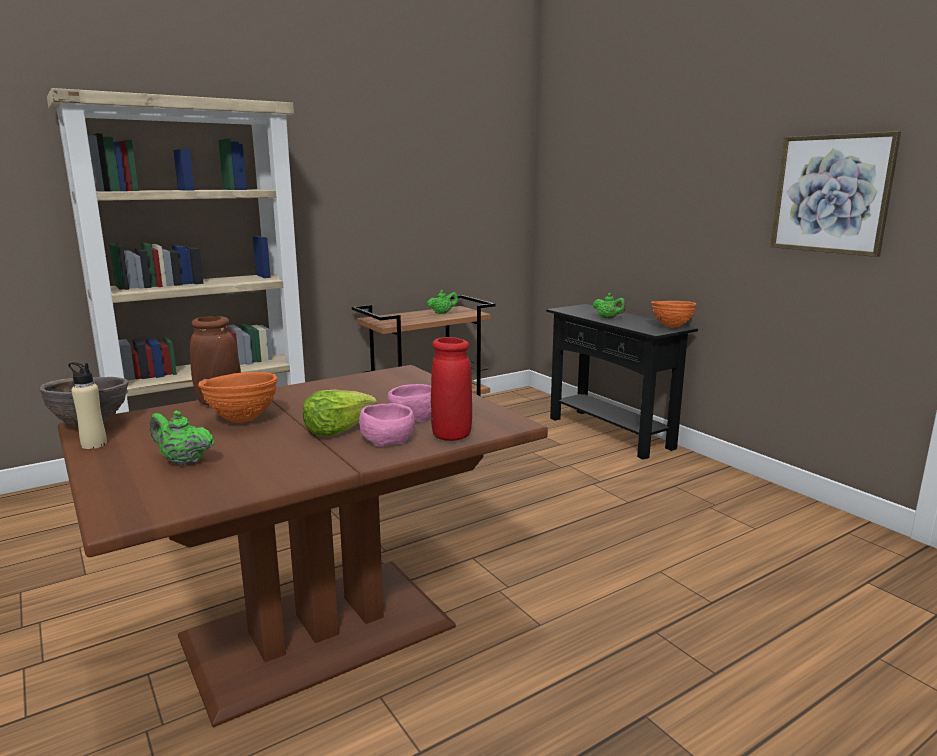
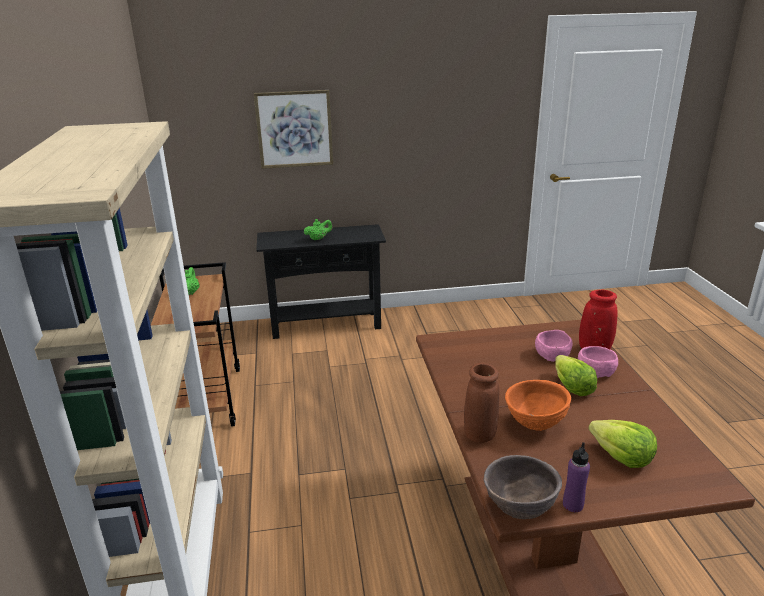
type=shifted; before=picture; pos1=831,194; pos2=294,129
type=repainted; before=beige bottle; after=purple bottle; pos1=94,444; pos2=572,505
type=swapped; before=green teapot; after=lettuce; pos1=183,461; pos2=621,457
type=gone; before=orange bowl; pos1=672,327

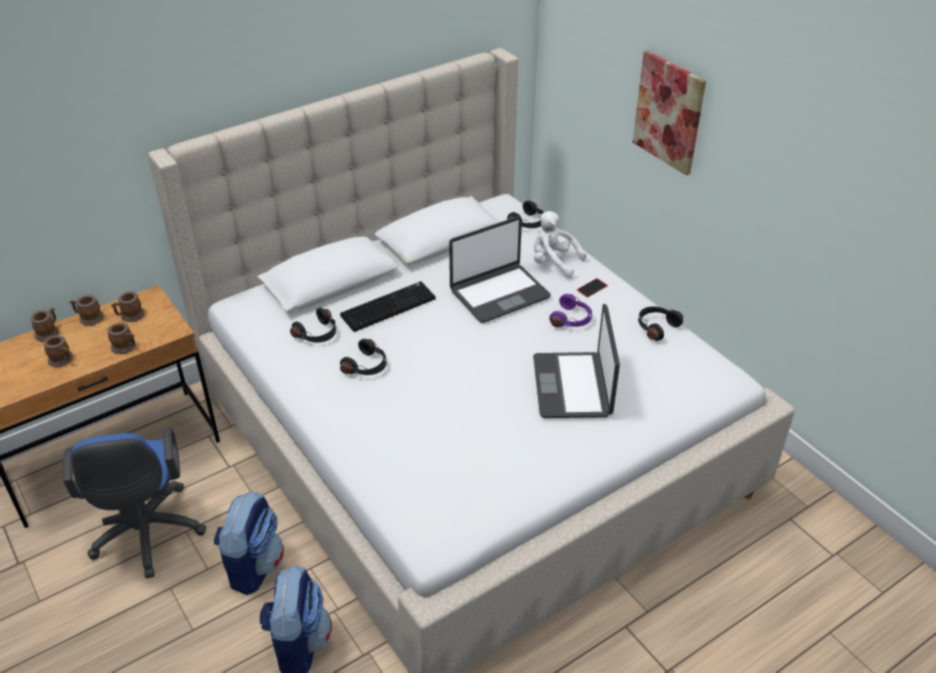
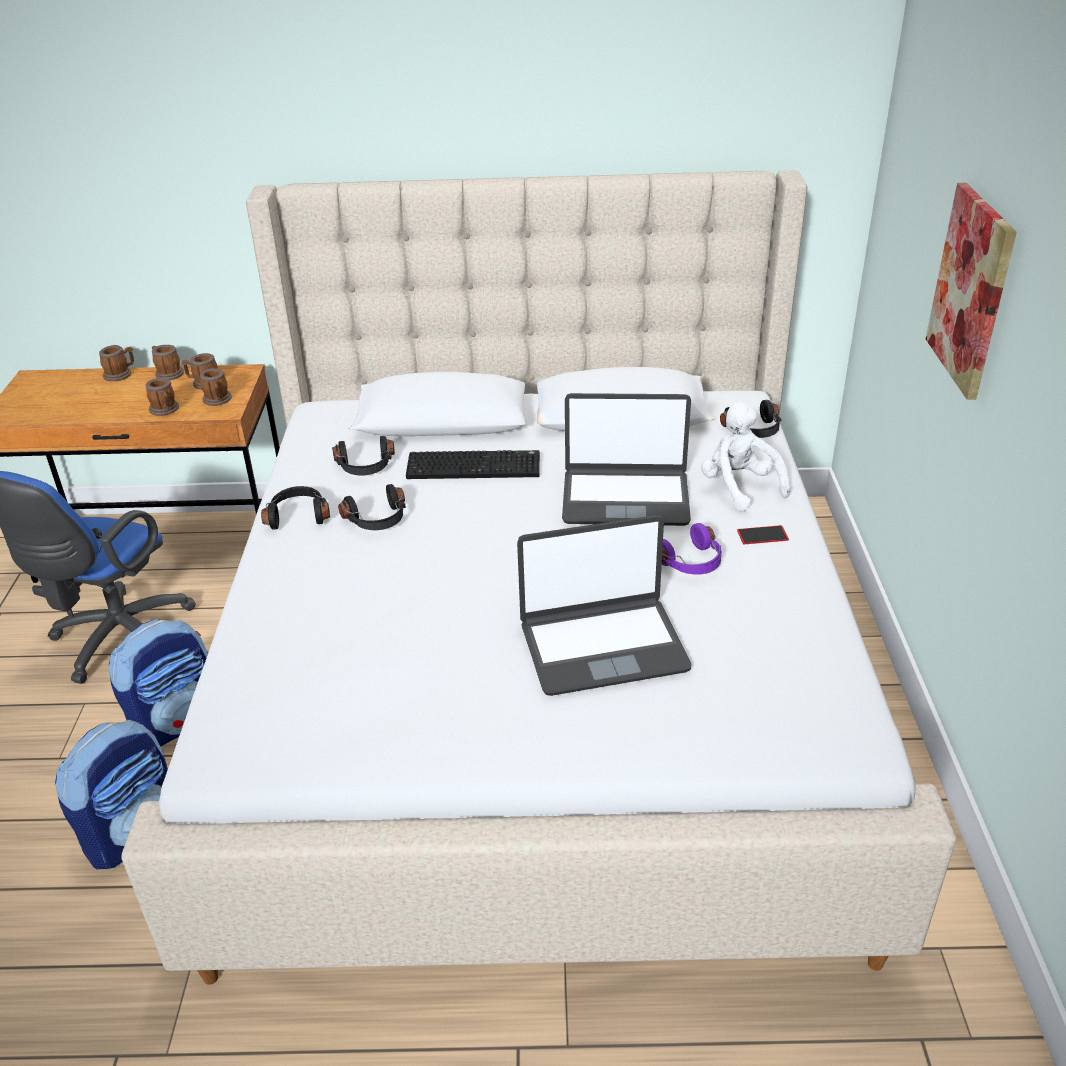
type=shifted; before=mug; pos1=62,360; pos2=218,400
type=shifted; before=black headphones; pos1=656,327; pos2=298,515
type=rotated; before=laptop; pos1=573,386; pos2=603,646; turn=-135

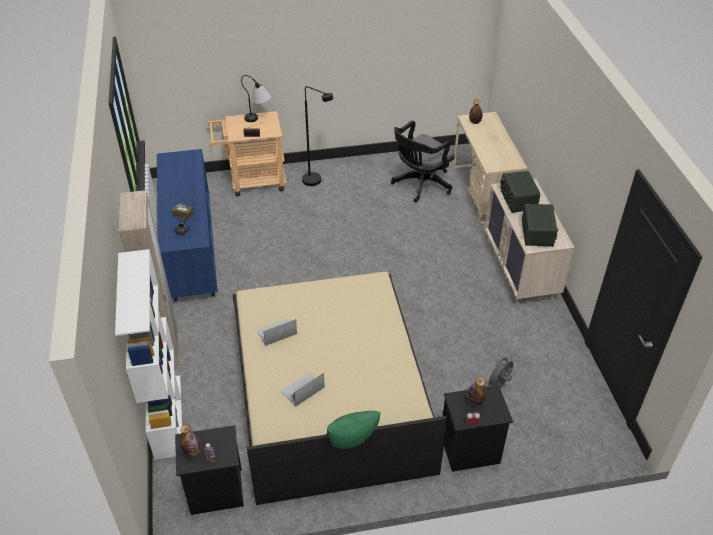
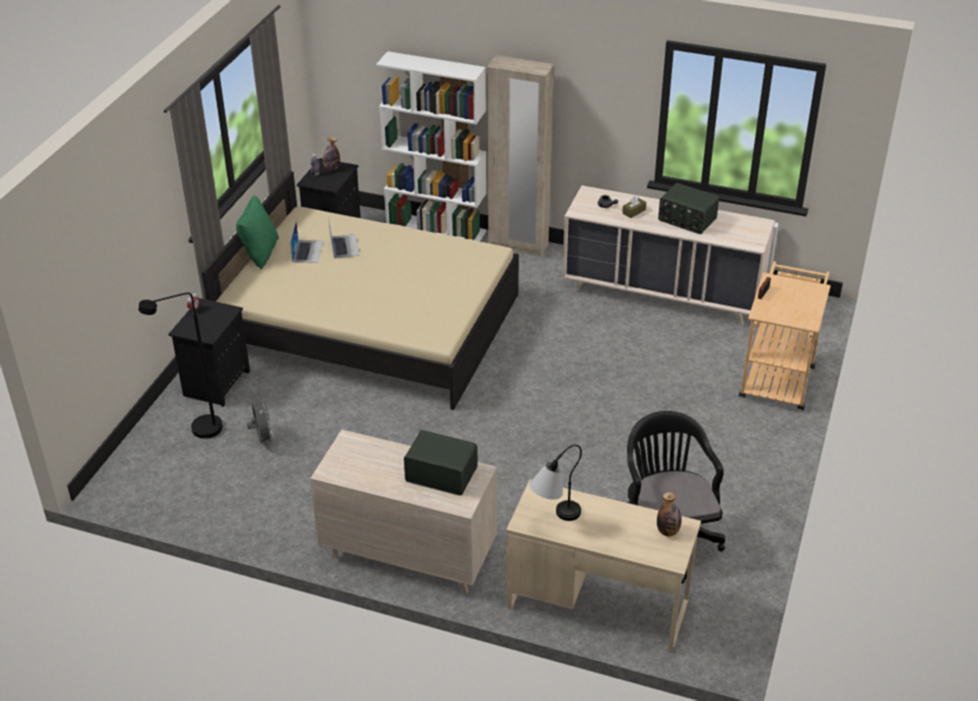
type=shifted; before=black floor lamp; pos1=316,182; pos2=198,431
type=shifted; before=laptop; pos1=276,332; pos2=307,251
type=shifted; before=table lamp; pos1=259,120; pos2=554,518
type=repainted; before=blue dresser; after=beige dresser; pos1=192,251; pos2=662,294
type=shifted; before=radio; pos1=538,233; pos2=686,220
type=gone; before=bottle; pos1=475,401

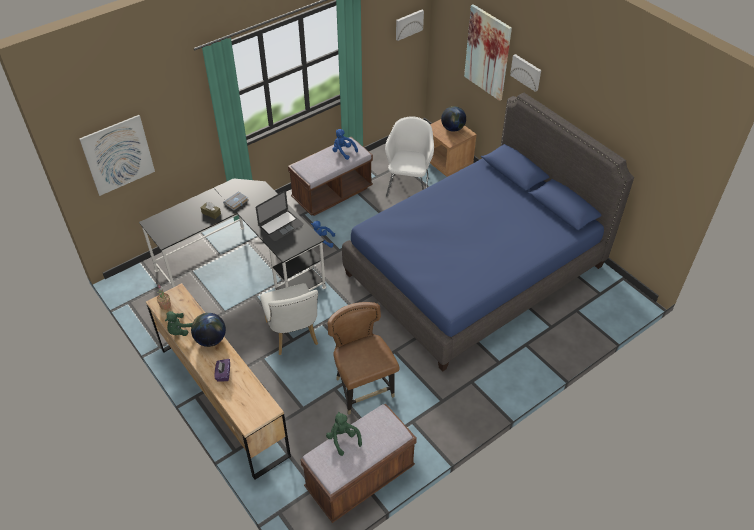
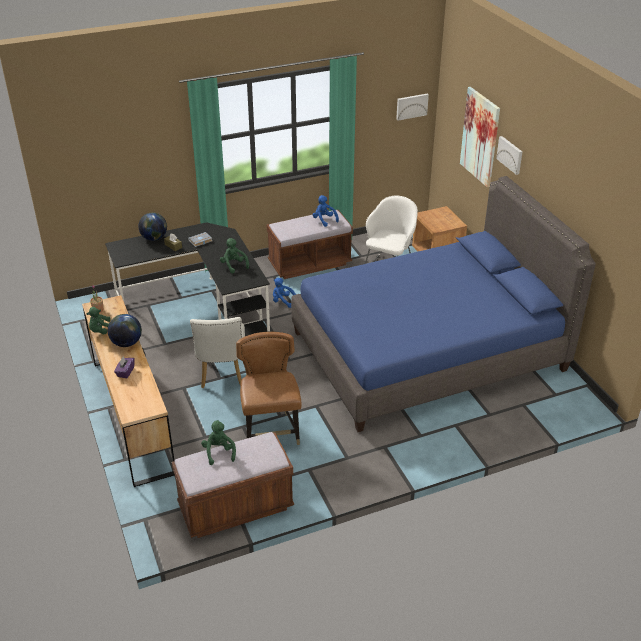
type=shifted; before=globe; pos1=453,128; pos2=154,238
type=swapped; before=laptop; after=green plush toy; pos1=281,225; pos2=233,265
type=gone; before=picture; pos1=118,155

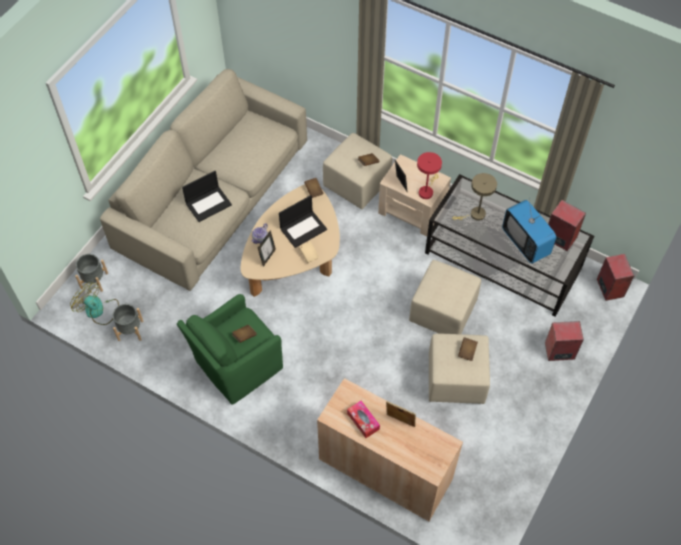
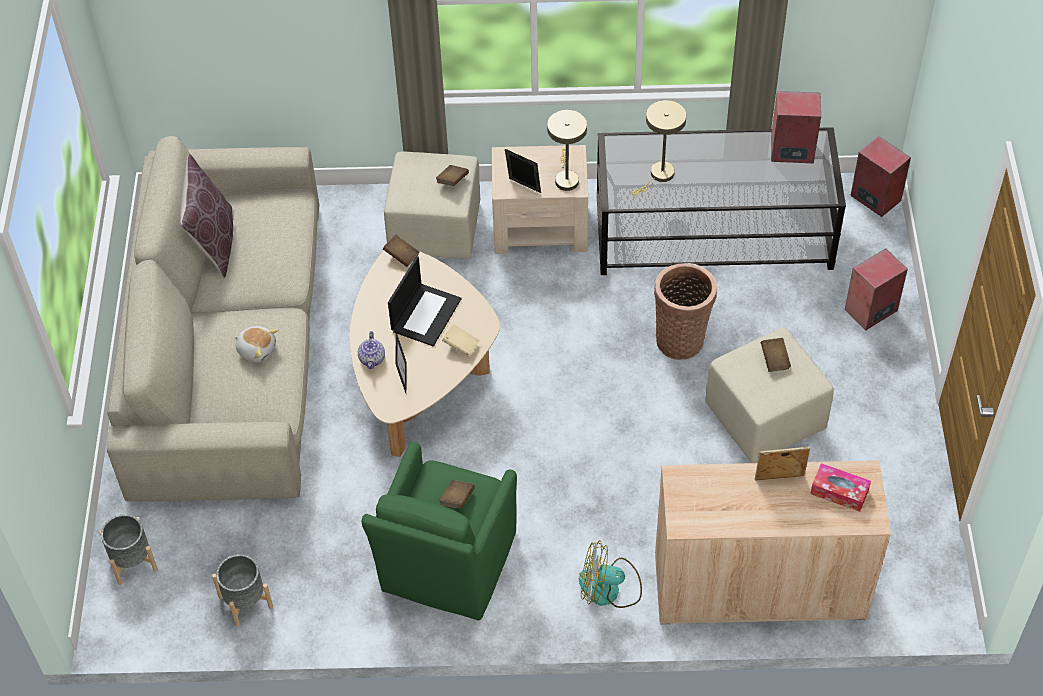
type=new; after=brown pillow; pos2=213,242
type=swapped; before=laptop; after=plush toy; pos1=208,203; pos2=257,349
type=repainted; before=red table lamp; after=beige table lamp; pos1=426,191; pos2=566,178
type=shifted; before=fan; pos1=98,311; pos2=609,588
type=swapped; before=beige ottoman; after=basket; pos1=442,310; pos2=681,338
type=shifted; before=tissue box; pos1=363,421; pos2=839,492
type=gone; before=television; pos1=525,242

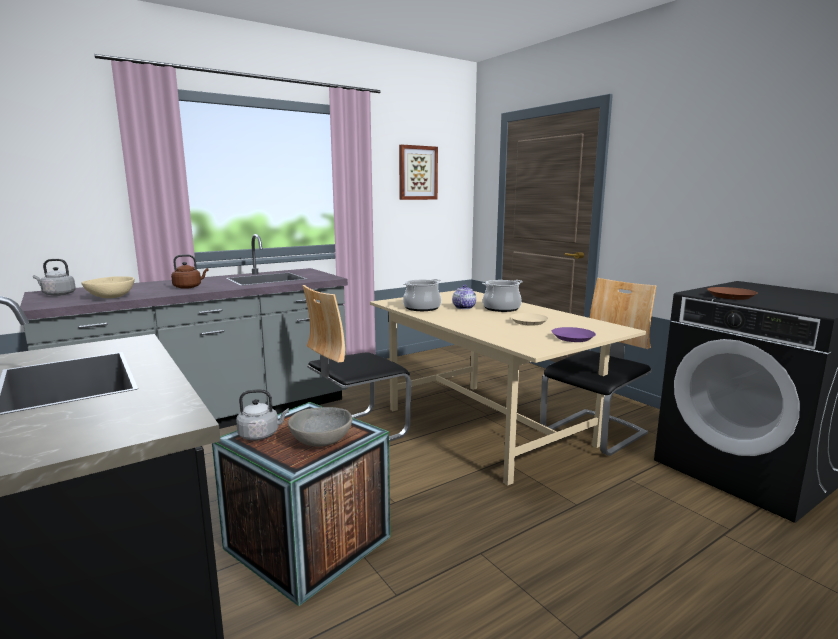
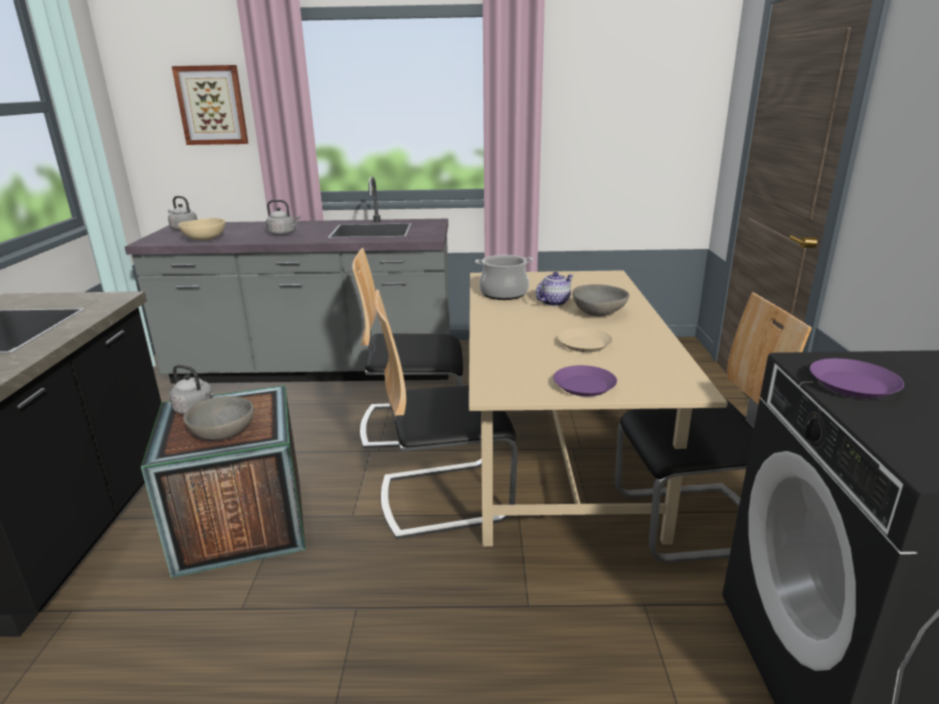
type=shifted; before=picture; pos1=417,173; pos2=212,105
type=repainted; before=brown kettle; after=grey kettle; pos1=189,287; pos2=283,234
type=new; after=chair; pos2=444,497
type=swapped; before=cooking pot; after=grey bowl; pos1=501,308; pos2=598,313
type=repainted; before=brown plate; after=purple plate; pos1=730,296; pos2=851,384

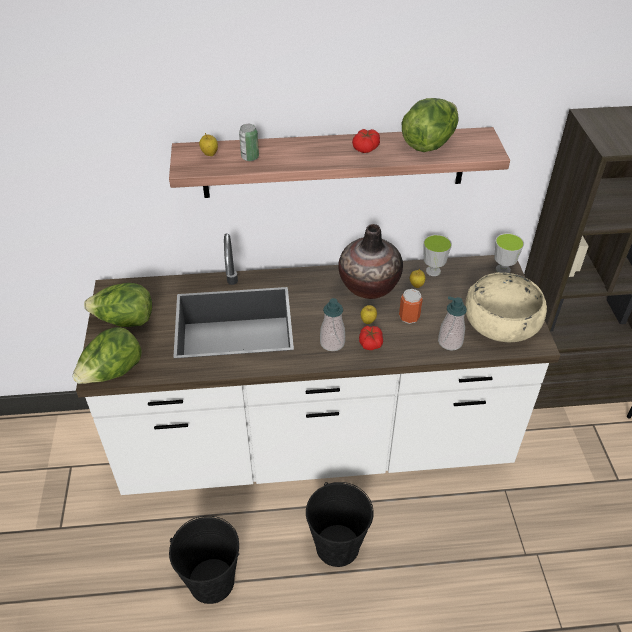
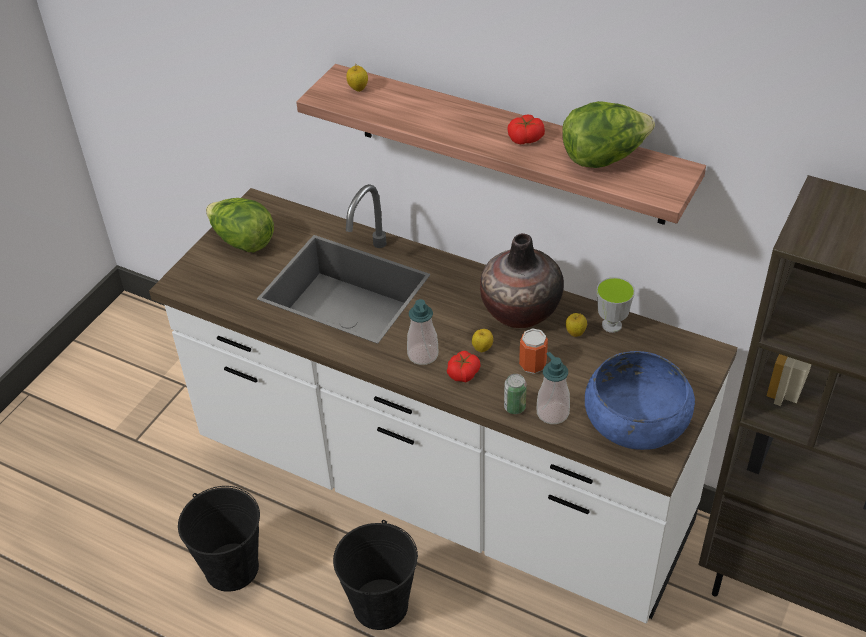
type=shifted; before=can; pos1=250,157; pos2=514,407
type=repainted; before=beige bowl; after=blue bowl; pos1=501,322; pos2=636,419
type=gone; before=lettuce; pos1=112,373
type=gone; before=cup; pos1=502,270

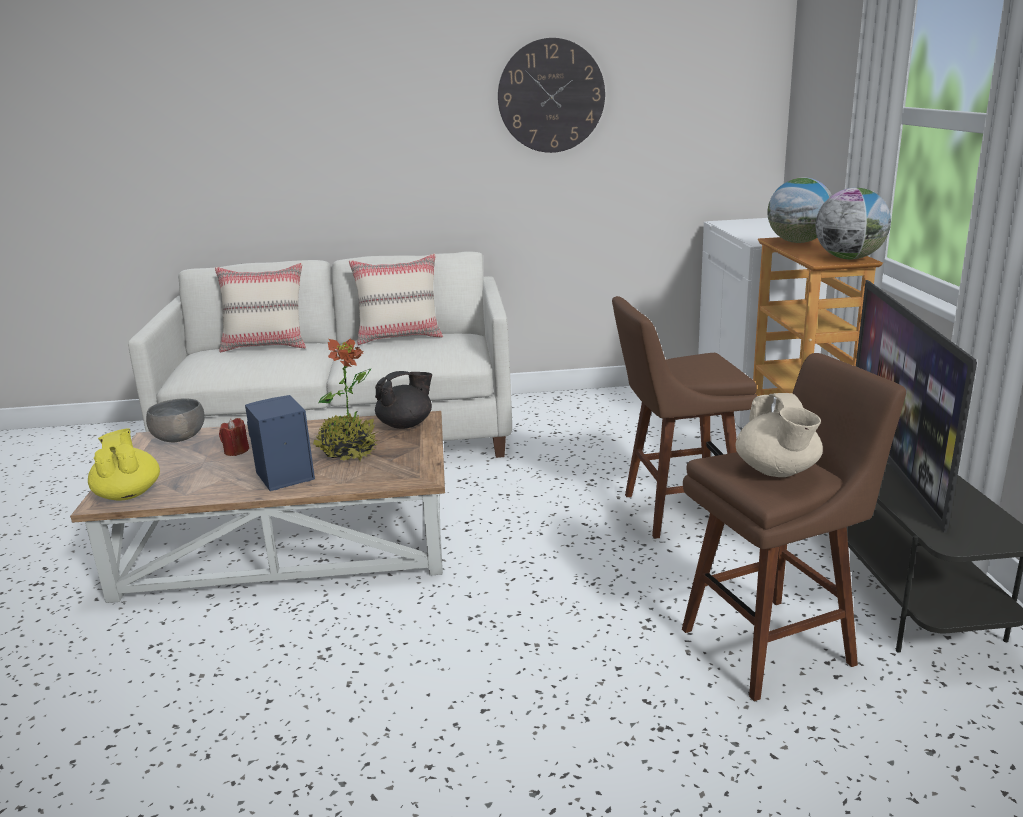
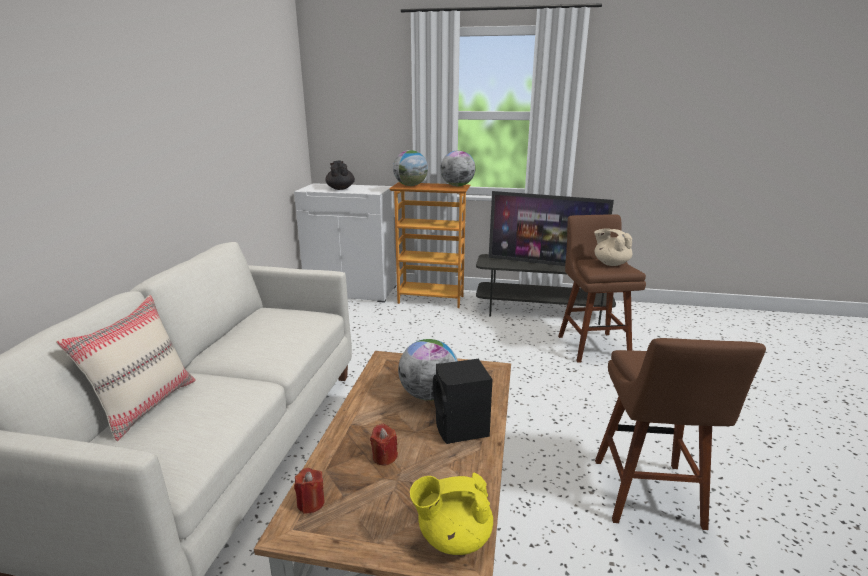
type=swapped; before=grey bowl; after=red candle; pos1=179,438; pos2=311,503
type=shifted; before=black teapot; pos1=406,424; pos2=340,188
type=swapped; before=potted plant; after=globe; pos1=348,451; pos2=428,395
type=repainted; before=blue speaker; after=black speaker; pos1=282,476; pos2=461,429
type=rotated; before=beige teapot; pos1=777,471; pos2=610,263; turn=-135
type=shifted; before=brown stool; pos1=676,511; pos2=648,497
type=gone; before=beige pillow; pos1=400,337
type=gone; before=wall clock; pos1=551,96

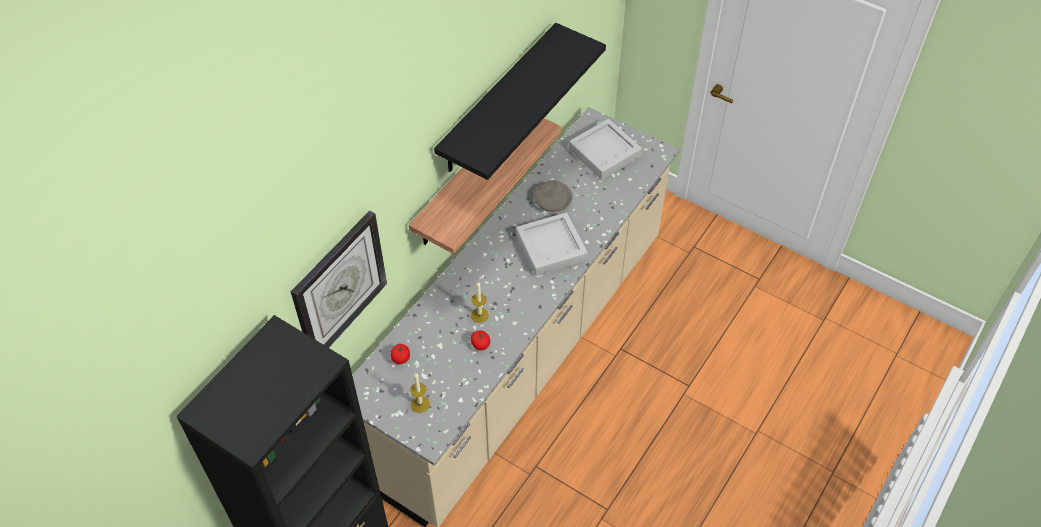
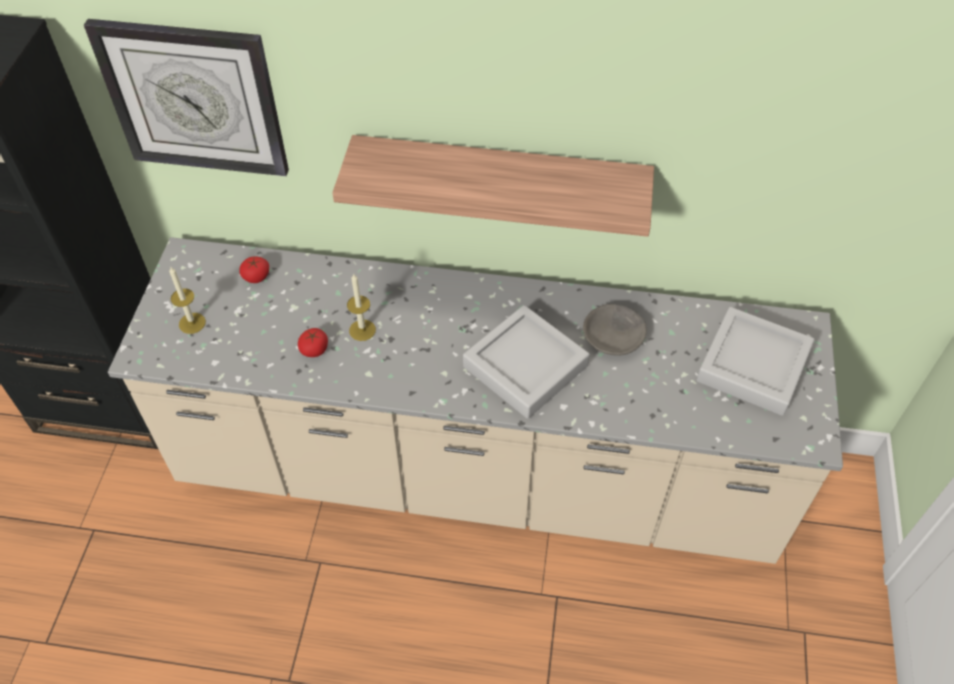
type=gone; before=black shelf; pos1=498,100

